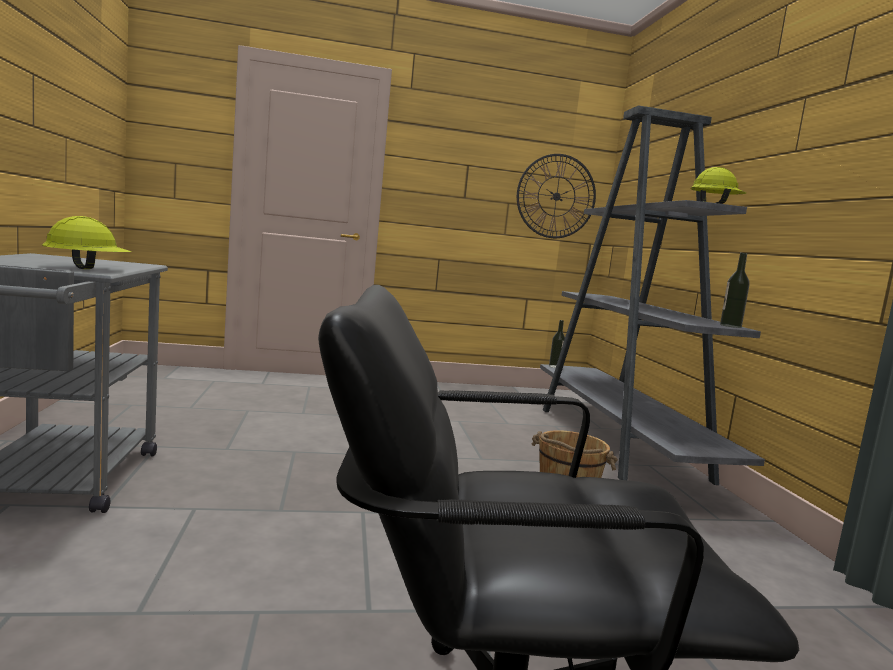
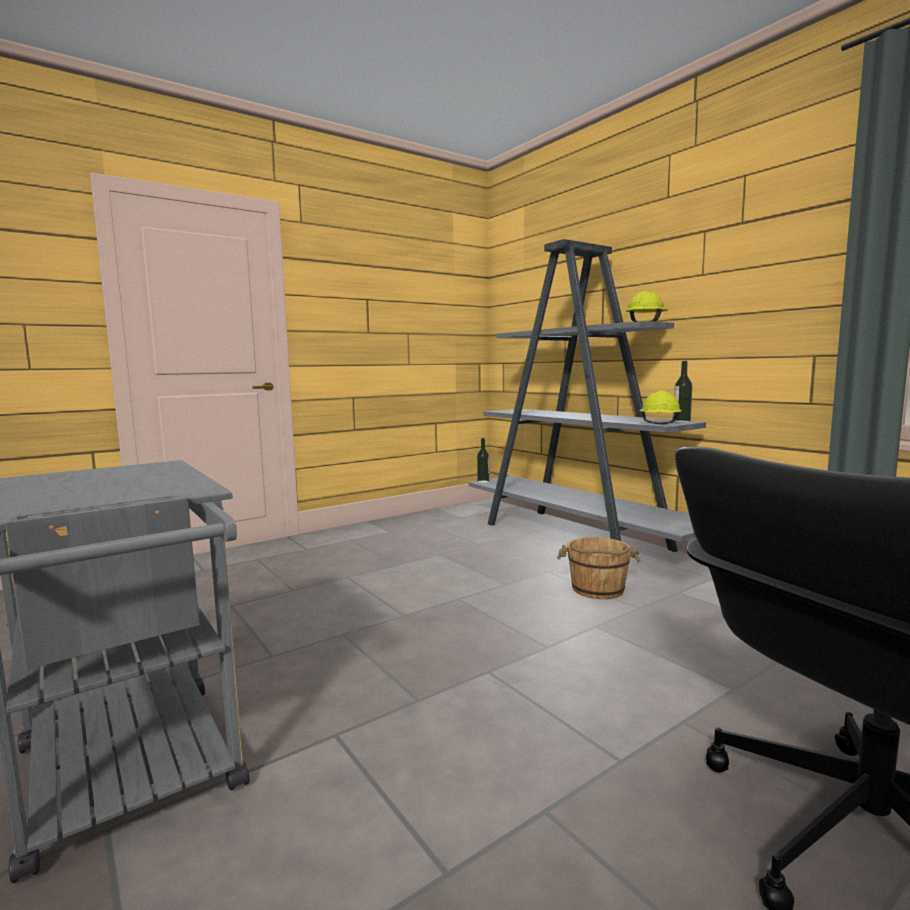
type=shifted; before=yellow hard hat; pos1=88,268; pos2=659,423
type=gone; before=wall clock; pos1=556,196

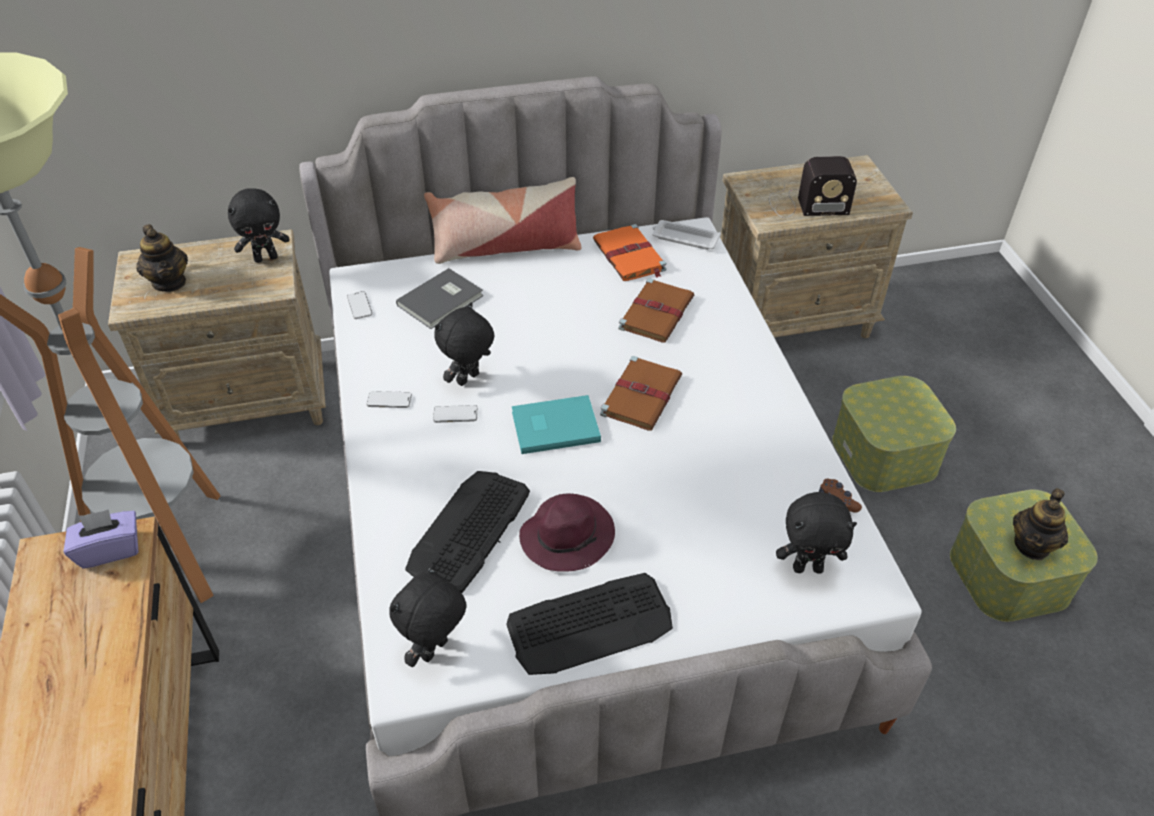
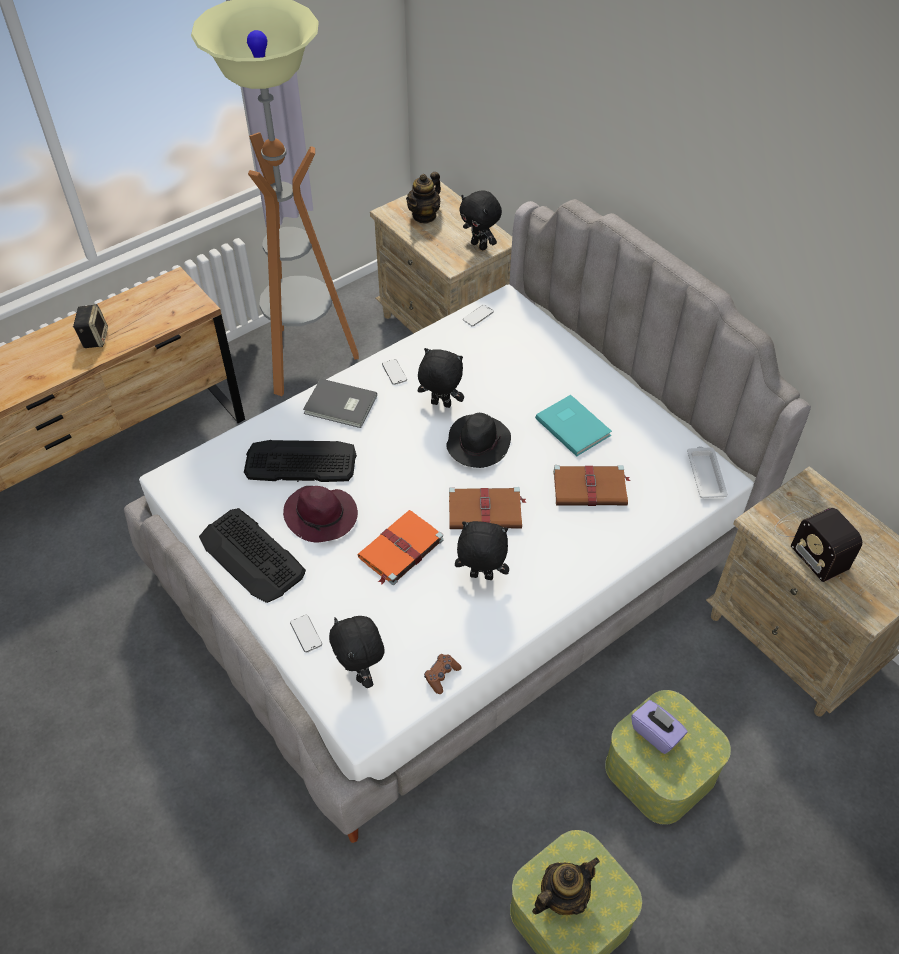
type=new; after=speaker; pos2=94,338
type=shifted; before=phone; pos1=455,415; pos2=306,634
type=shifted; before=grey book; pos1=442,301; pos2=341,406
type=shifted; before=orange book; pos1=630,256; pos2=400,549
type=new; after=black hat; pos2=478,443
type=shifted; before=black plush toy; pos1=435,651; pos2=480,577
type=rotated; before=teapot; pos1=1032,545; pos2=562,897; turn=135
type=shifted; before=turquoise book; pos1=554,425; pos2=573,425
type=shifted; before=purple tissue box; pos1=110,549; pos2=656,733
type=gone; before=pillow; pos1=505,247

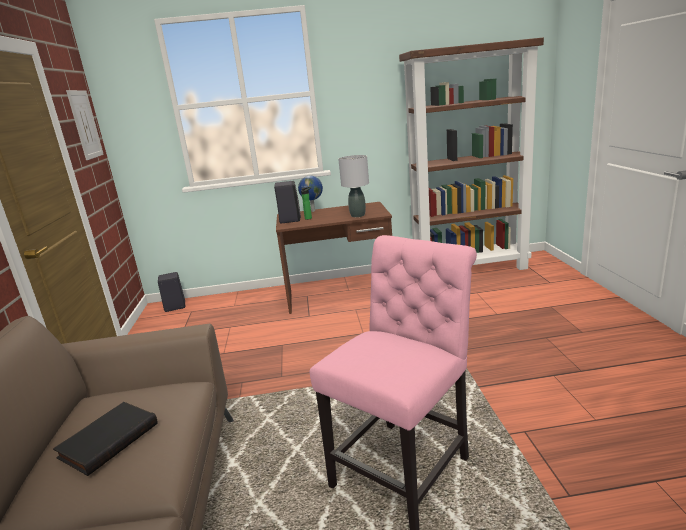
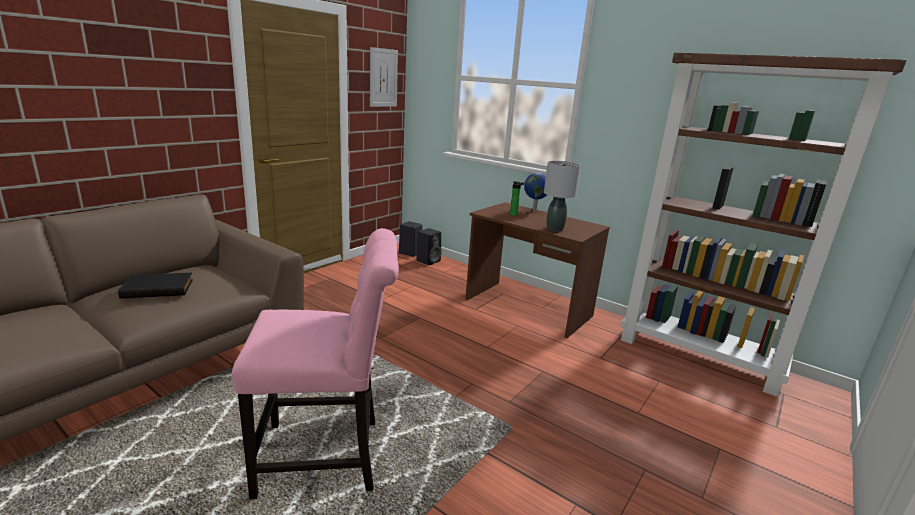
type=shifted; before=black speaker; pos1=289,219; pos2=428,261

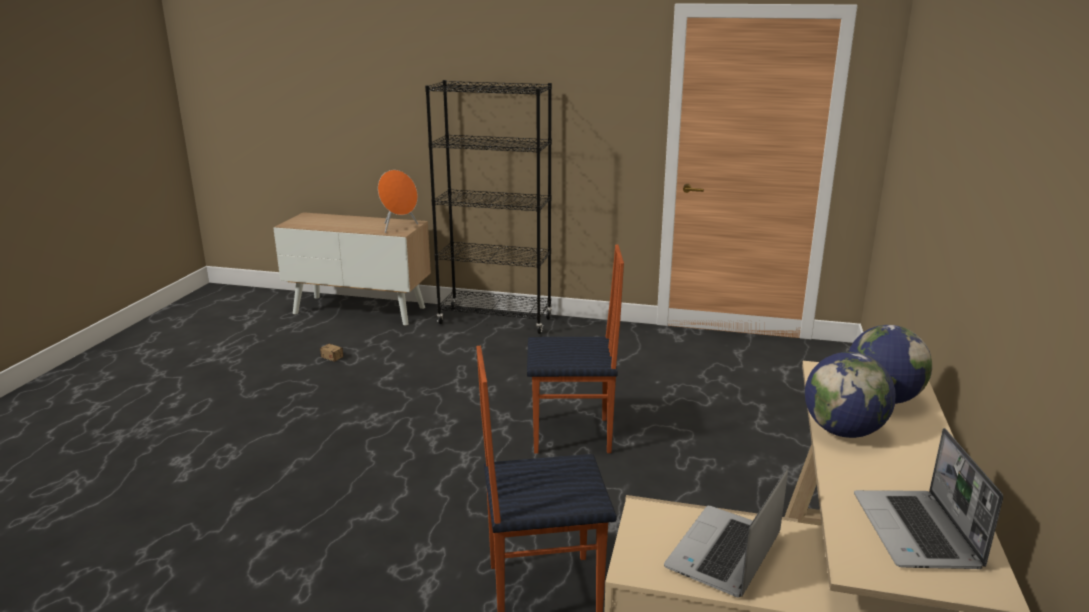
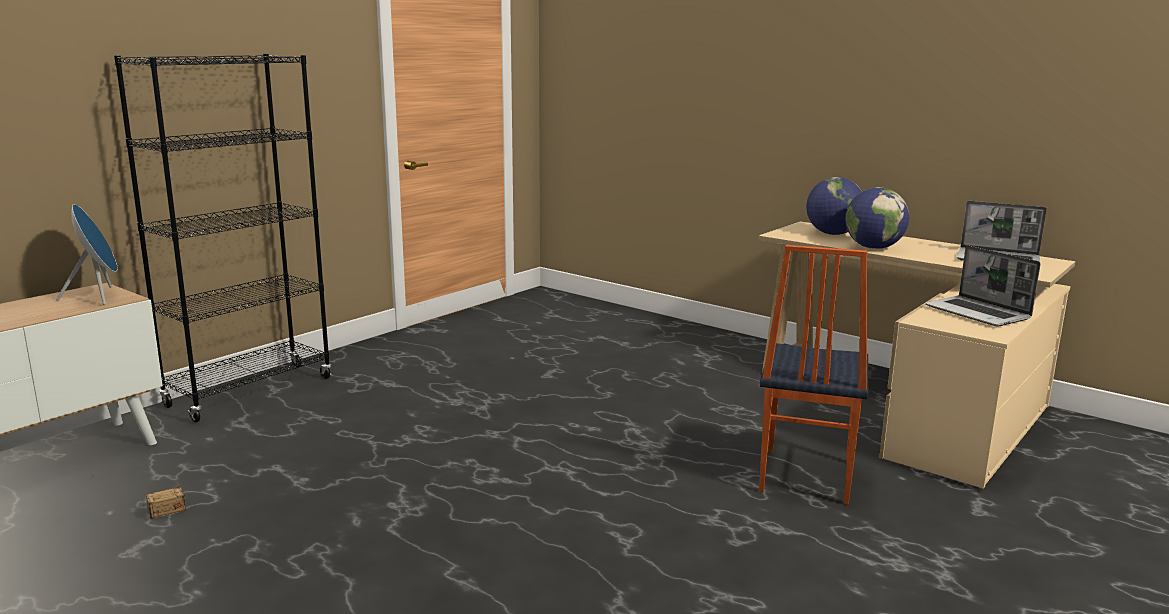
type=repainted; before=orange speaker; after=blue speaker; pos1=399,227; pos2=99,296
type=gone; before=chair; pos1=572,436

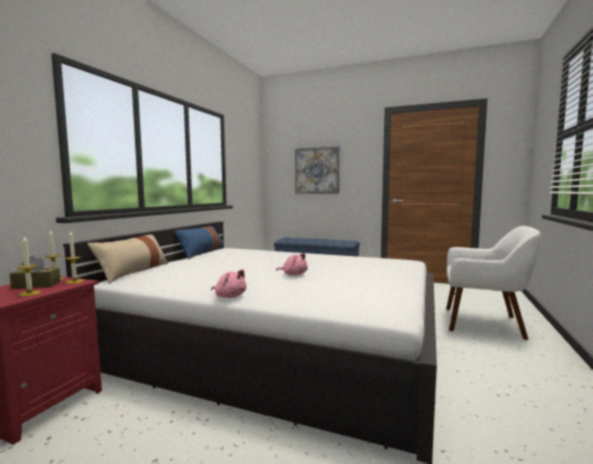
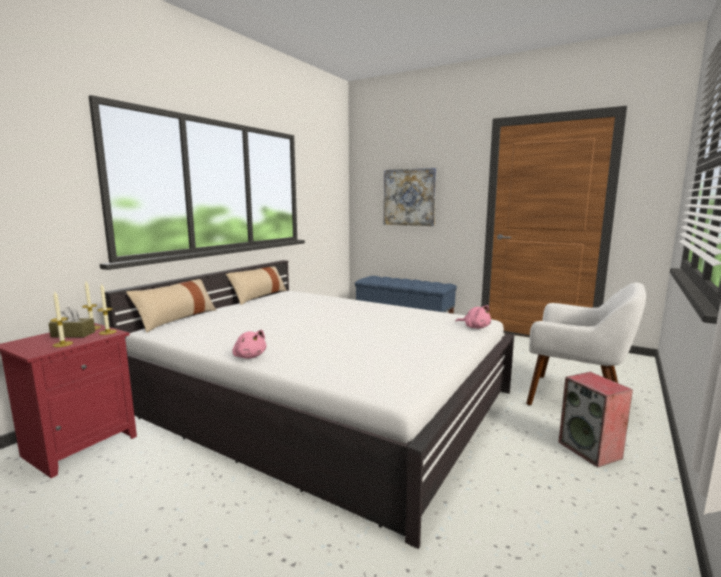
type=repainted; before=blue pillow; after=beige pillow; pos1=201,252; pos2=259,296
type=shifted; before=pink plush toy; pos1=293,274; pos2=475,327
type=new; after=speaker; pos2=590,450

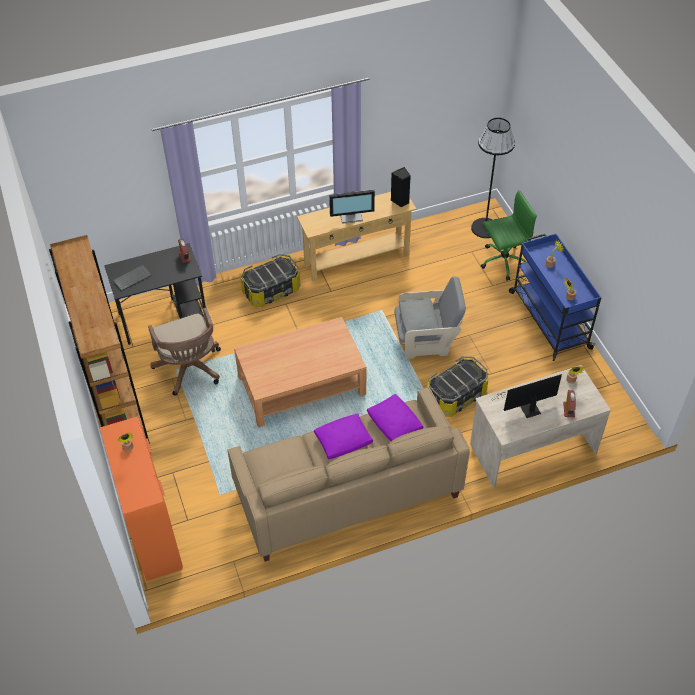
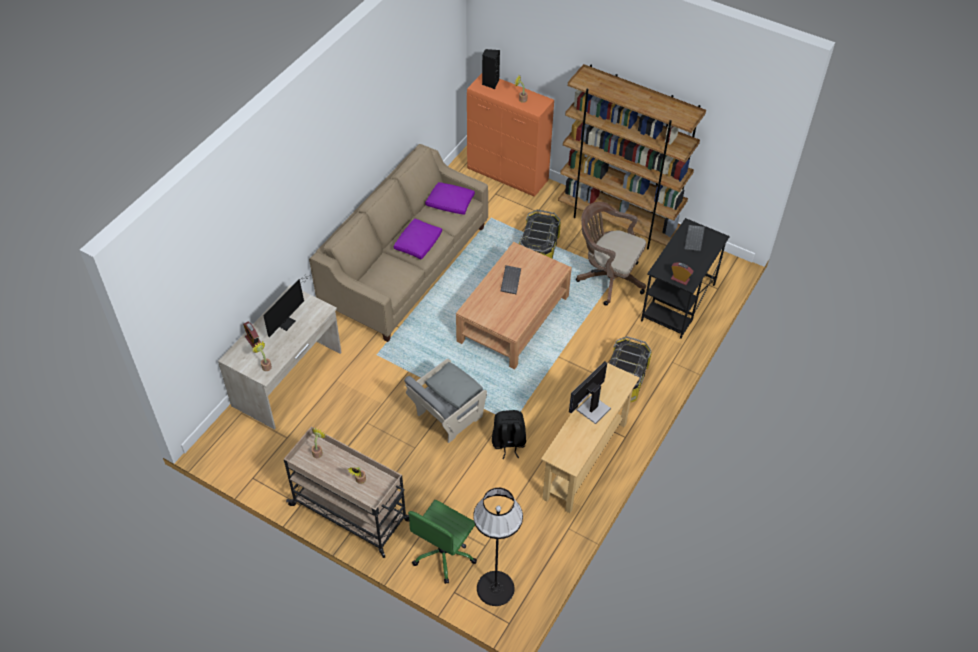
type=repainted; before=blue cart; after=beige cart; pos1=549,319; pos2=351,513
type=shifted; before=purple pillow; pos1=394,423; pos2=450,203
type=shifted; before=black speaker; pos1=400,201; pos2=490,83
type=new; after=black backpack; pos2=508,443
type=new; after=keyboard; pos2=510,280
type=shifted; before=storage box; pos1=456,396; pos2=538,249

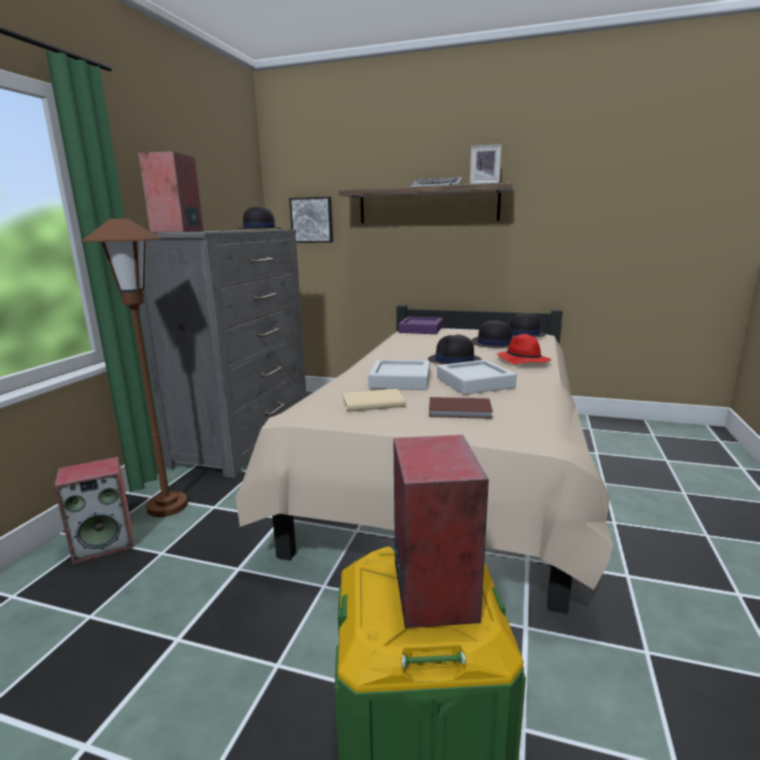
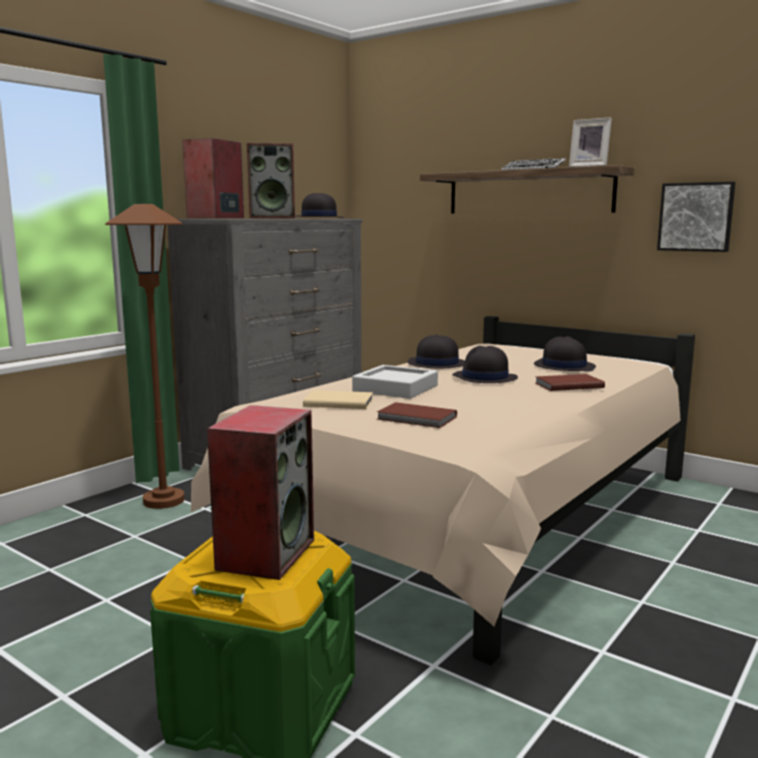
type=shifted; before=speaker; pos1=105,544; pos2=273,218
type=shifted; before=black hat; pos1=523,334; pos2=436,364
type=swapped; before=red hat; after=brown book; pos1=522,361; pos2=567,385
type=shifted; before=picture; pos1=312,220; pos2=696,217
type=gone; before=purple tray; pos1=421,329
type=gone; before=grey tray; pos1=475,383

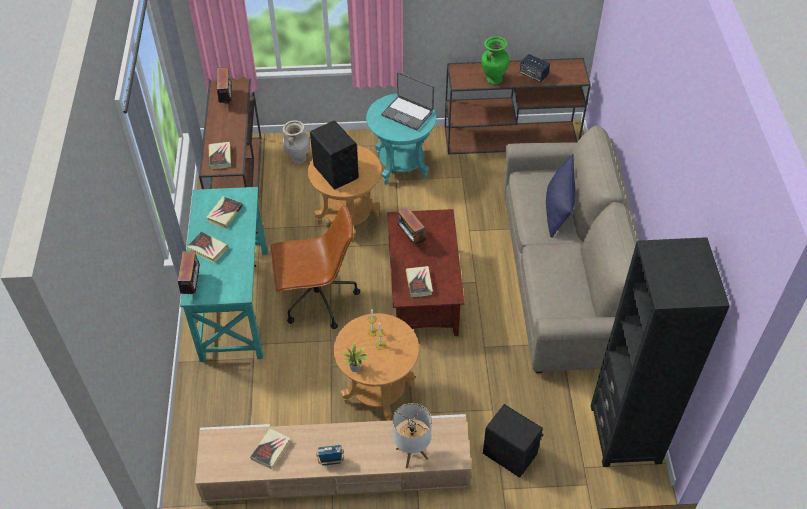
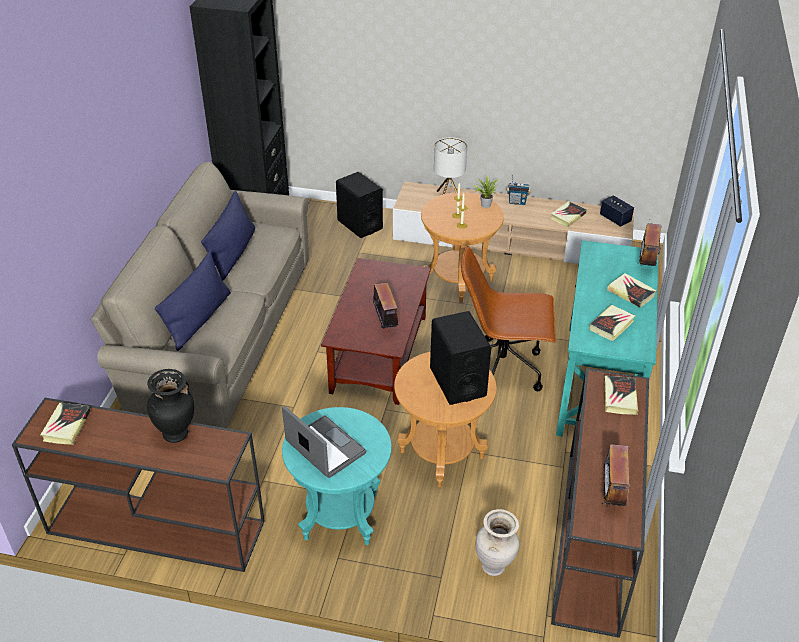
type=shifted; before=book; pos1=419,283; pos2=67,426
type=repainted; before=green vase; after=black vase; pos1=493,80; pos2=176,435
type=new; after=blue pillow; pos2=233,253
type=shifted; before=speaker; pos1=533,75; pos2=615,219

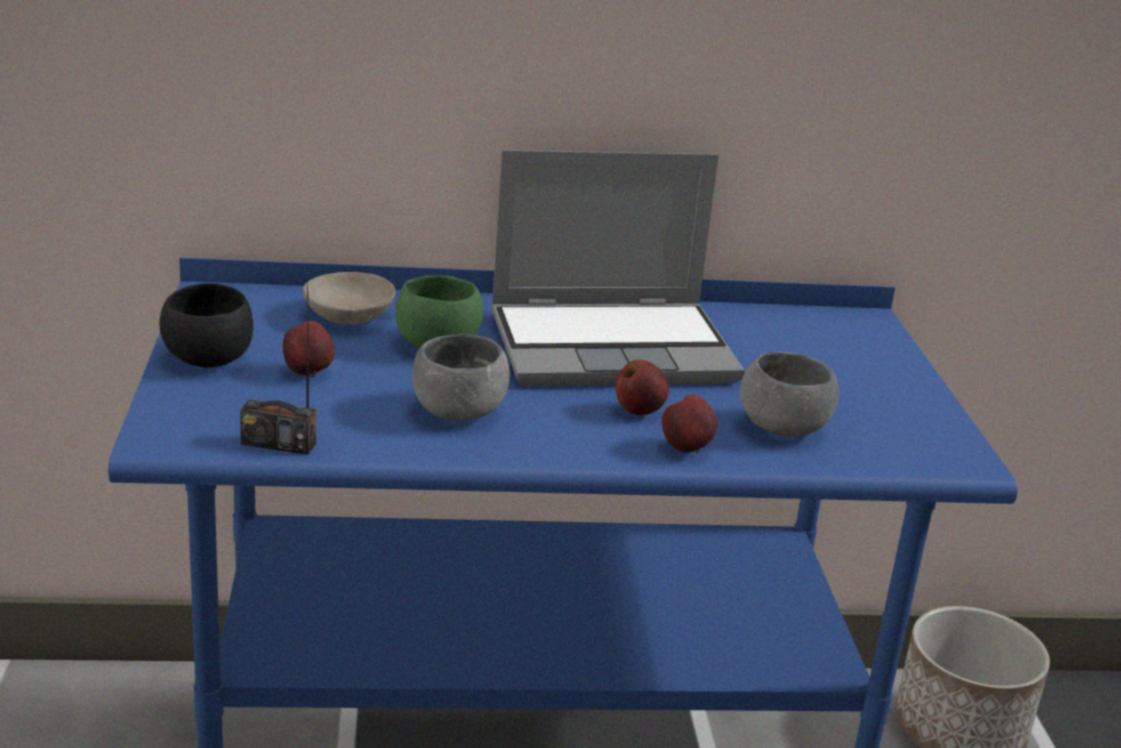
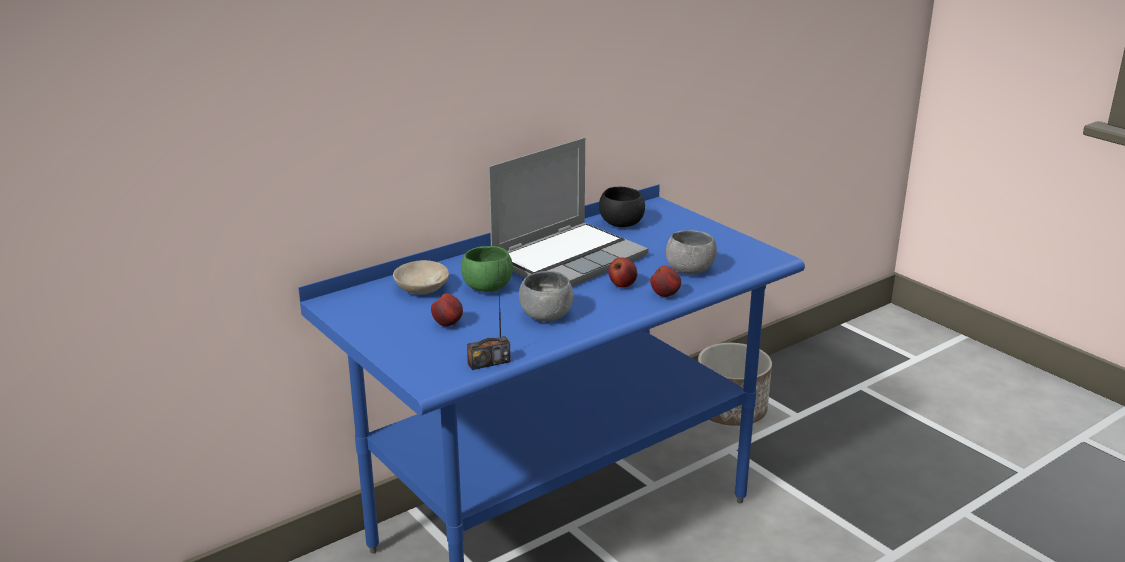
type=shifted; before=black bowl; pos1=208,359; pos2=621,224

